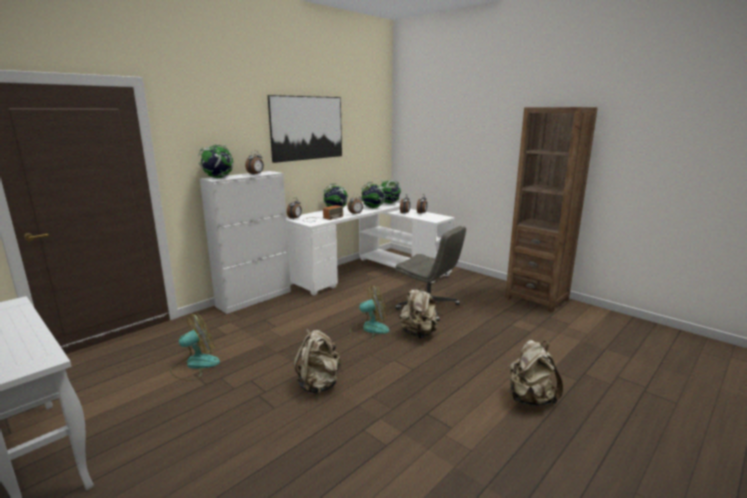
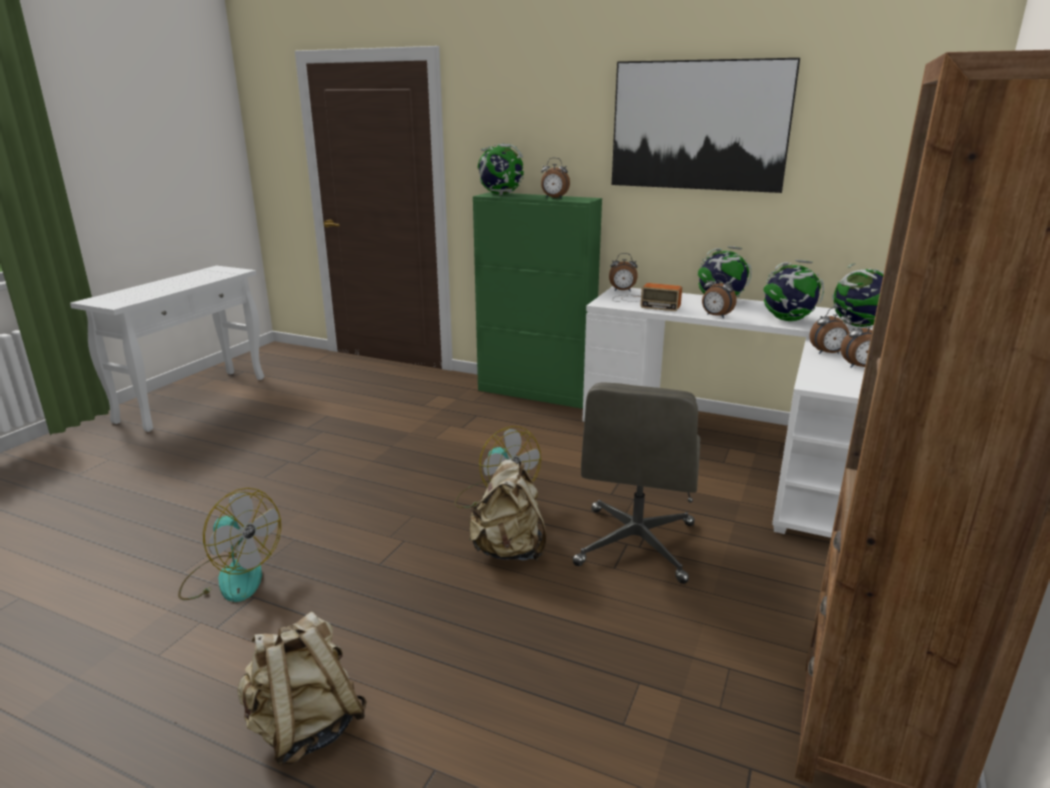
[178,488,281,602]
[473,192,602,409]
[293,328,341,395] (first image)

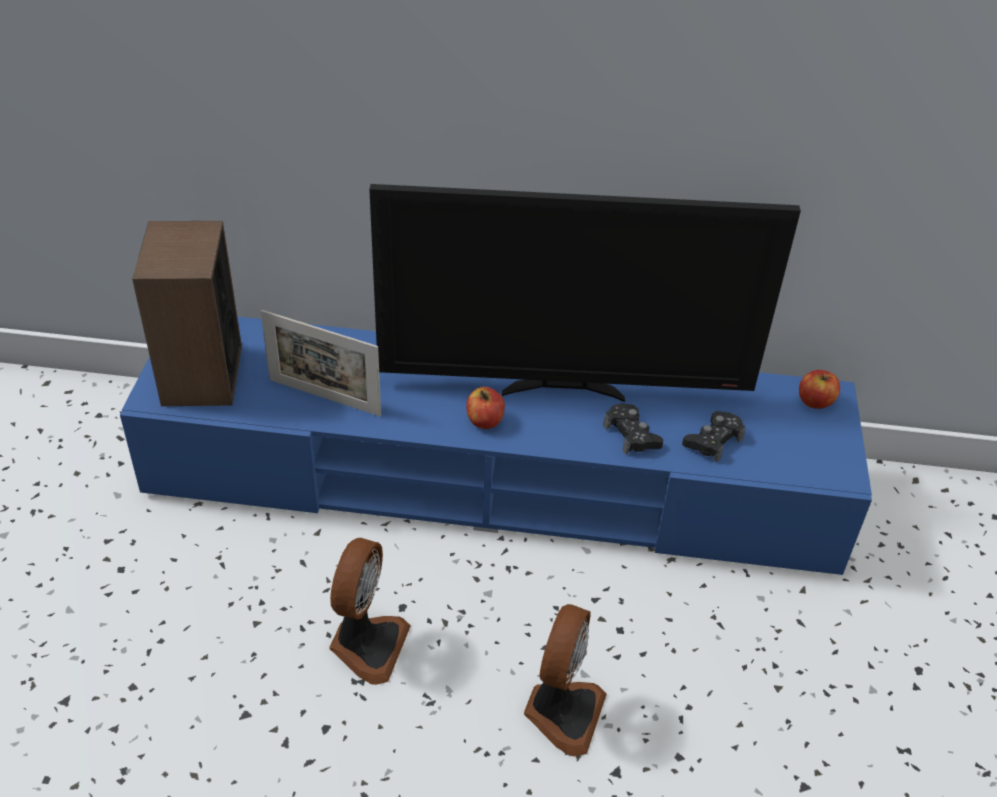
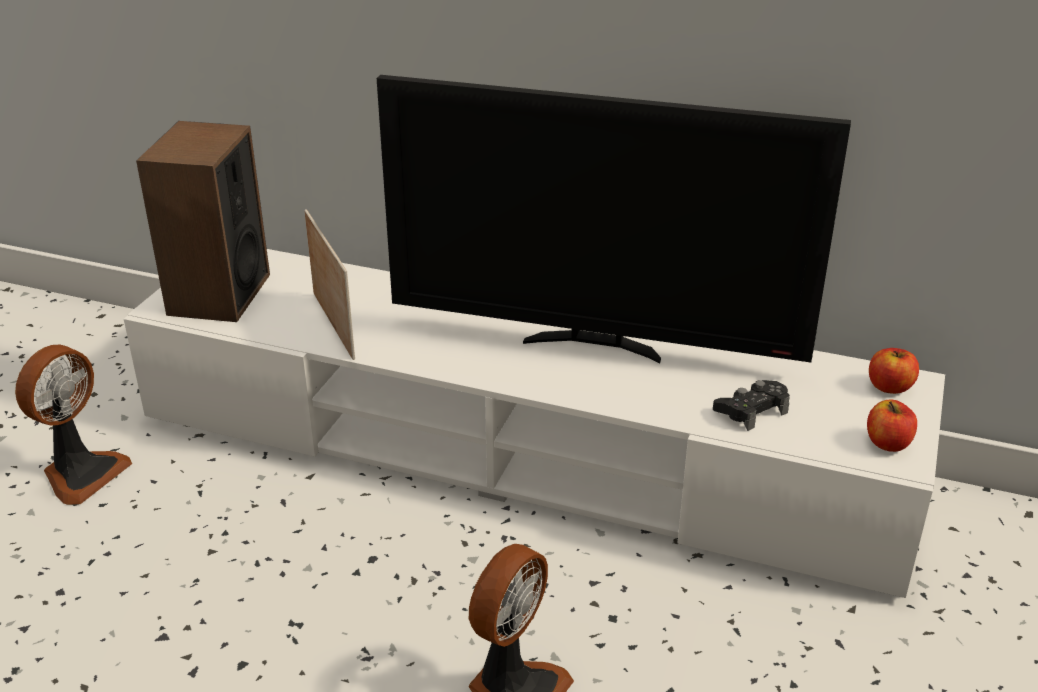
[124,249,945,598]
[304,209,355,360]
[15,345,132,505]
[867,399,917,452]
[603,403,663,455] (first image)

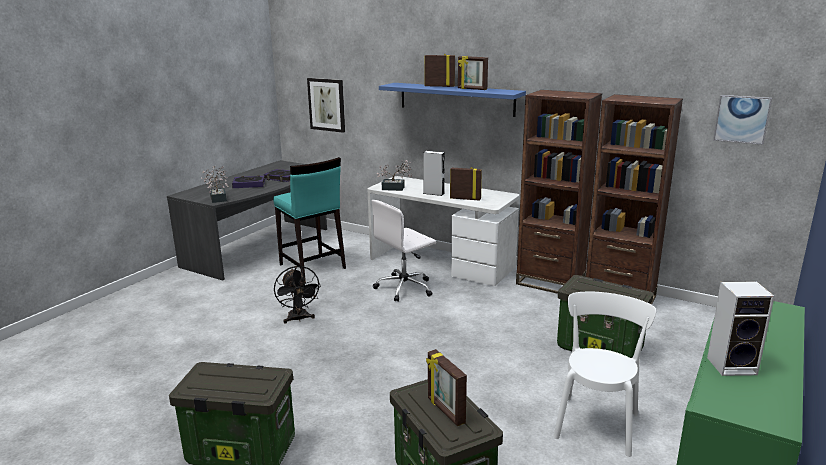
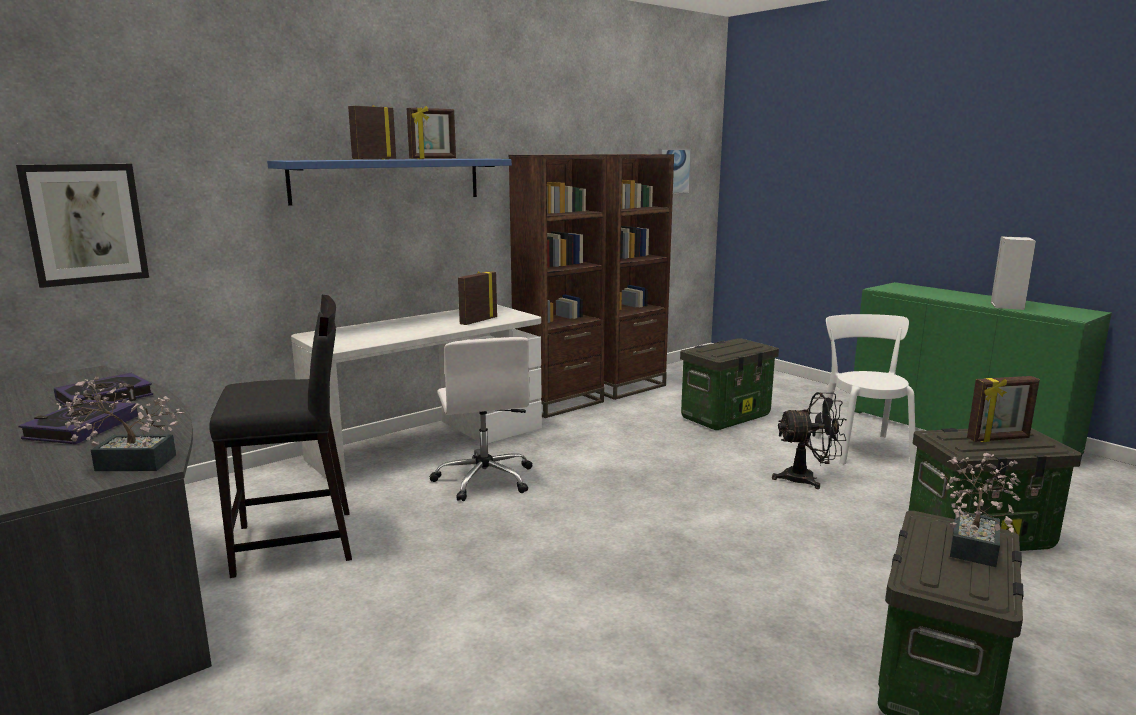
[209,295,352,578]
[772,392,847,489]
[941,453,1020,567]
[423,151,445,196] (first image)
[815,314,916,464]

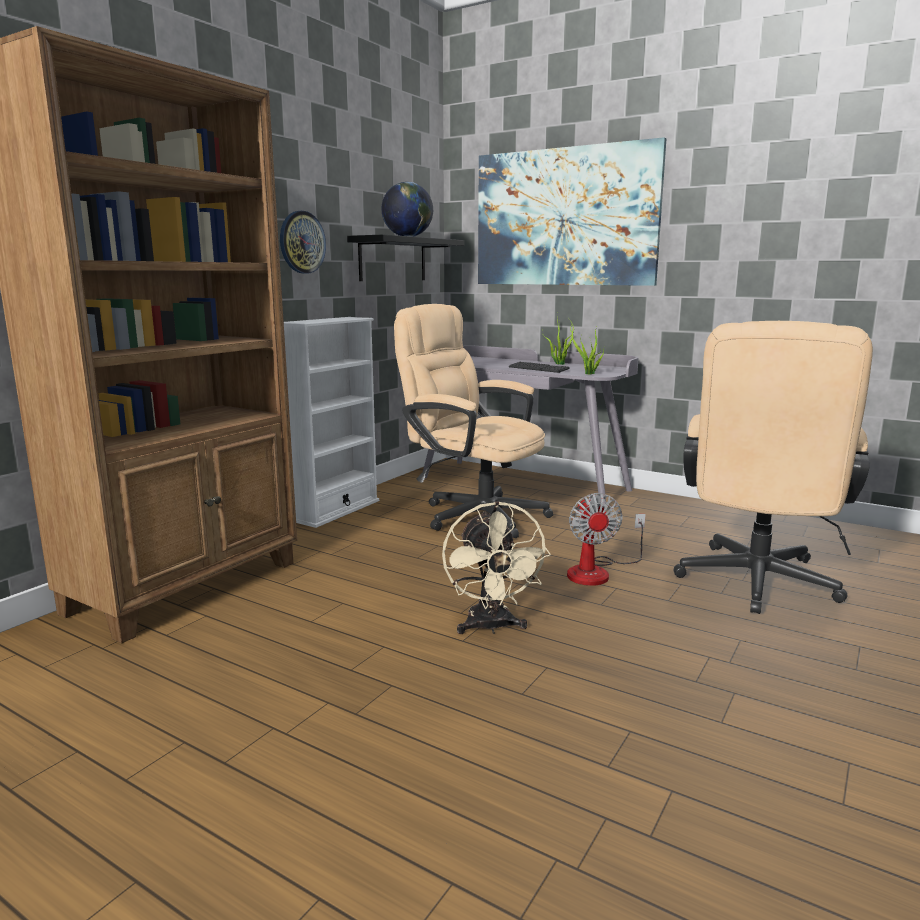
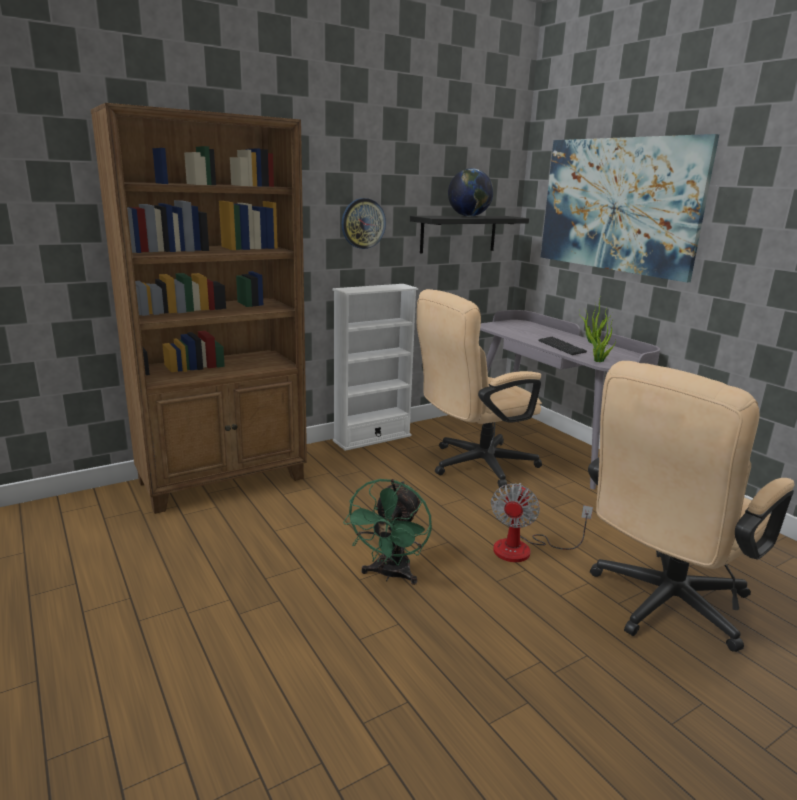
[417,289,542,488]
[343,479,432,585]

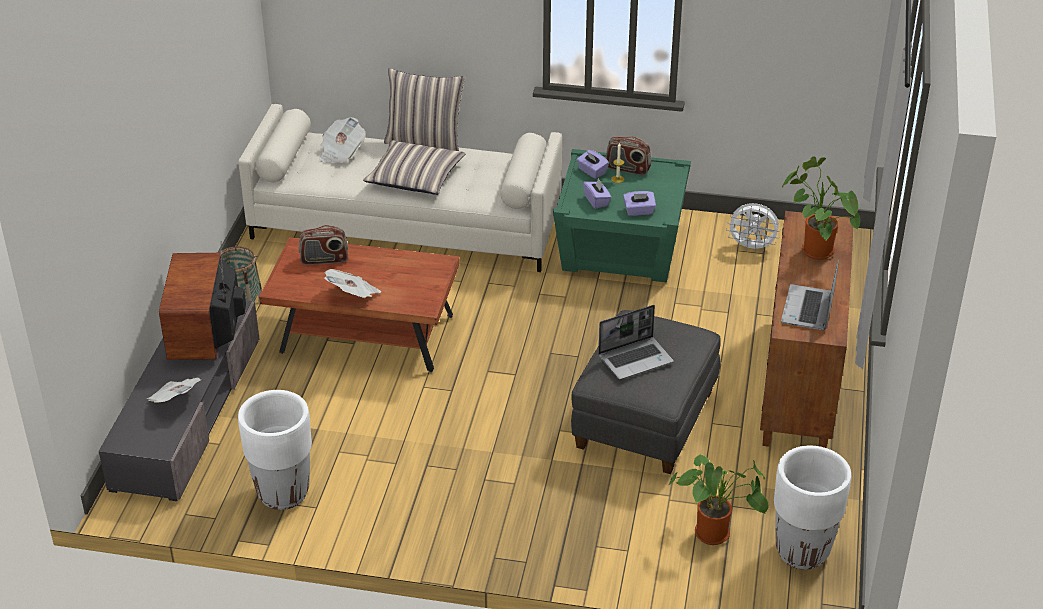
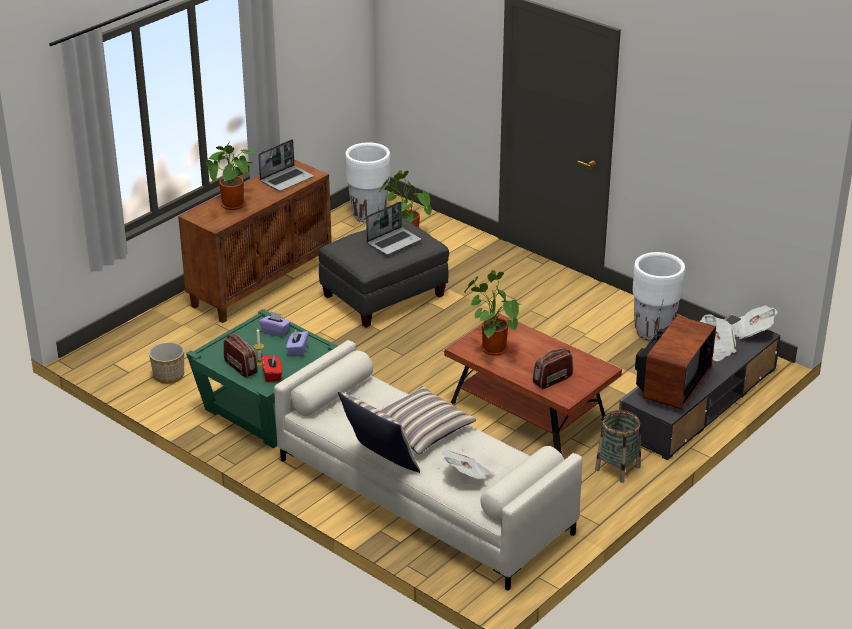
[533,348,573,389]
[732,305,777,339]
[262,356,282,382]
[366,201,421,255]
[149,342,184,384]
[464,270,521,356]

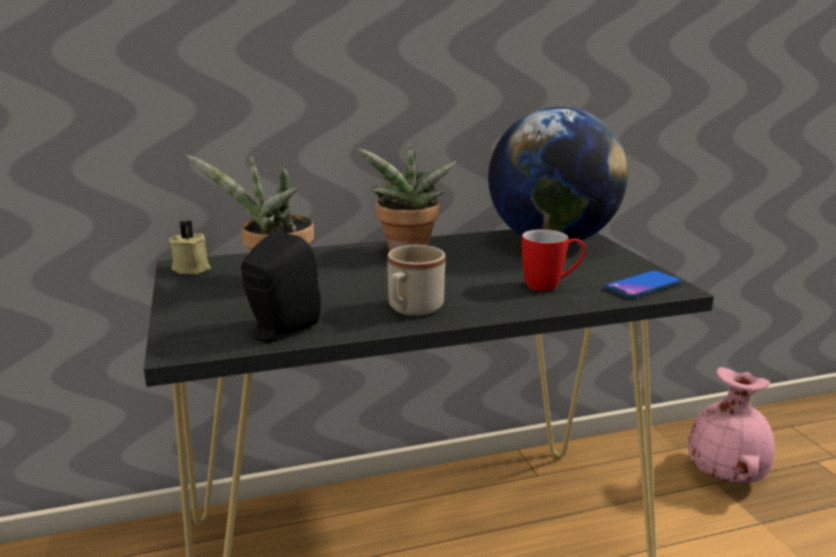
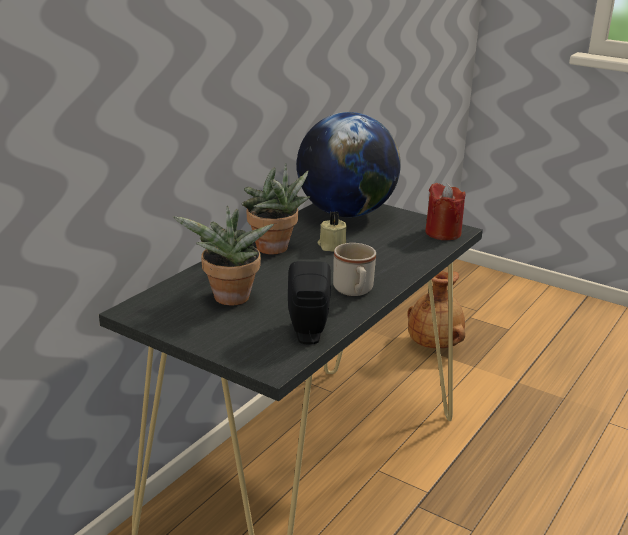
[317,212,347,252]
[522,229,586,291] (first image)
[425,183,466,240]
[407,271,465,348]

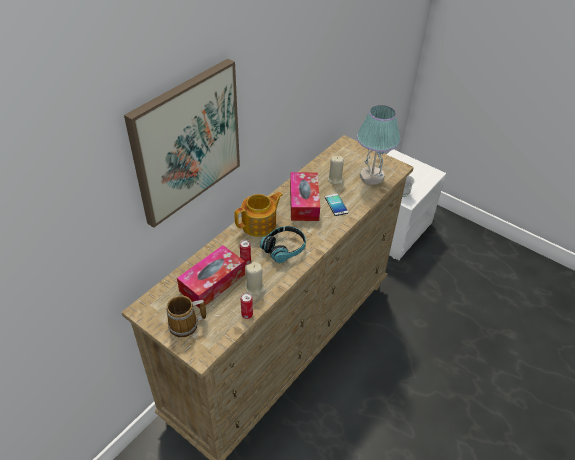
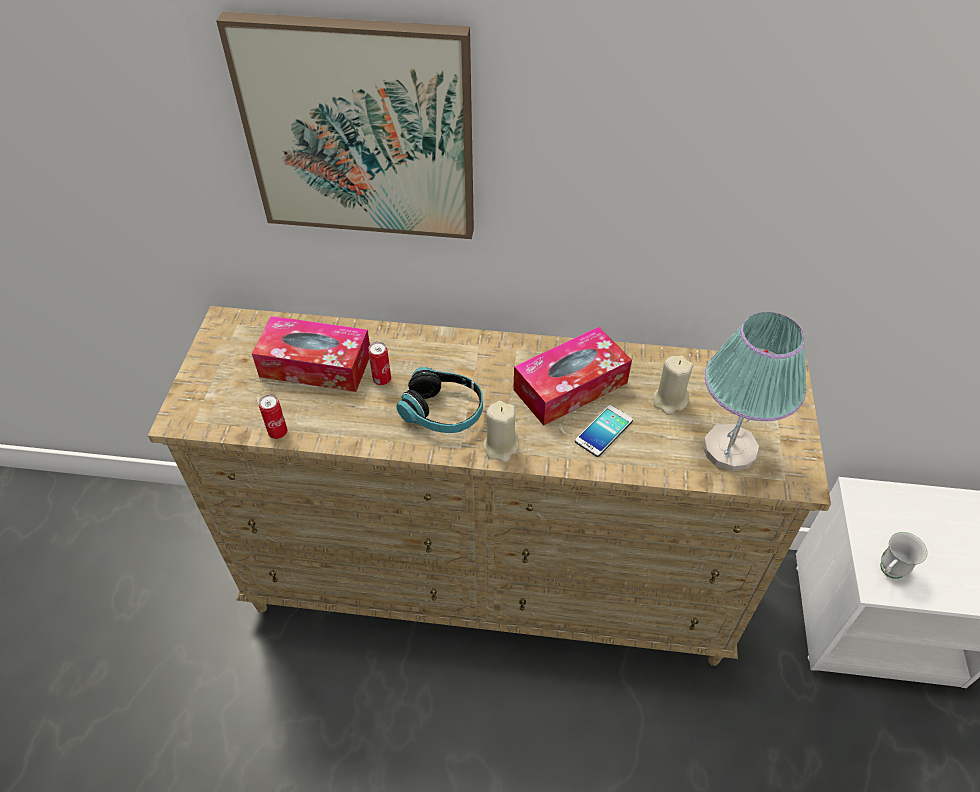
[166,296,206,337] (first image)
[234,192,283,237] (first image)
[483,401,519,463]

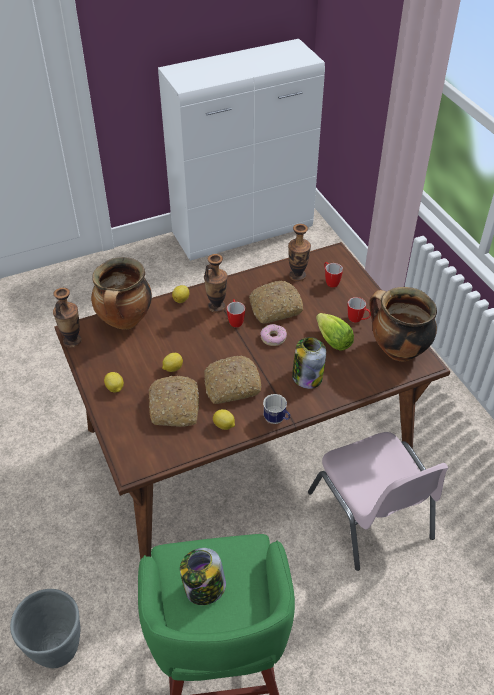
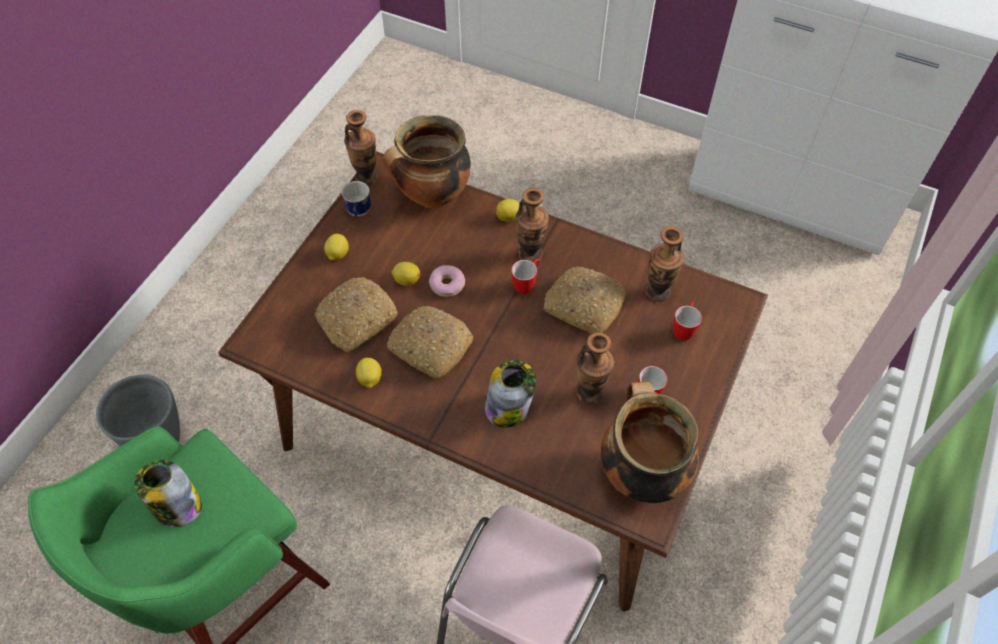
[429,265,465,297]
[342,181,371,216]
[576,332,614,405]

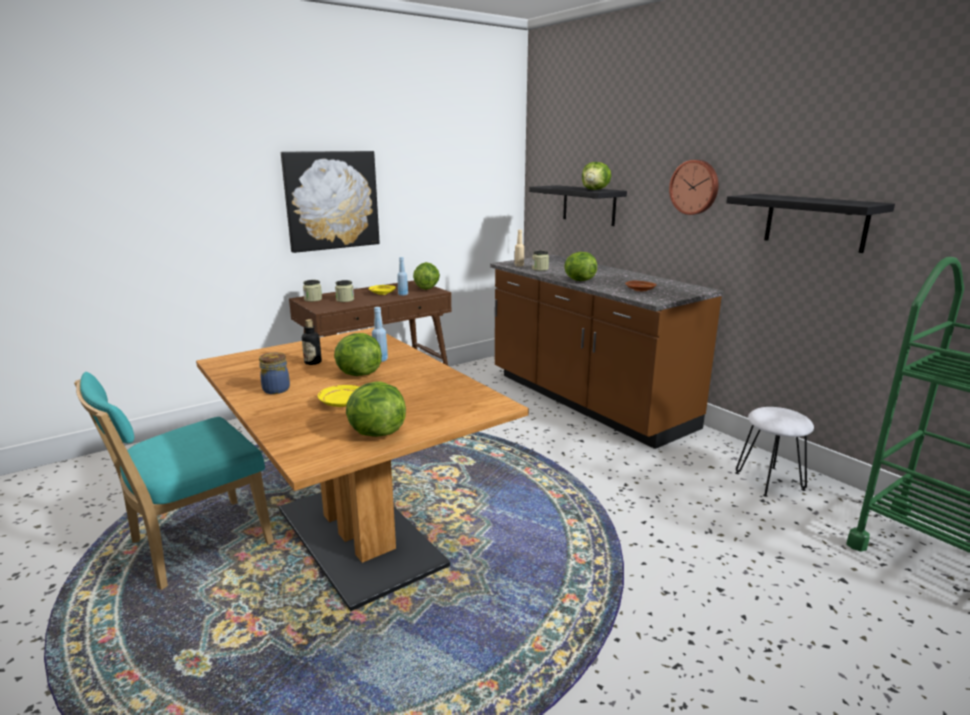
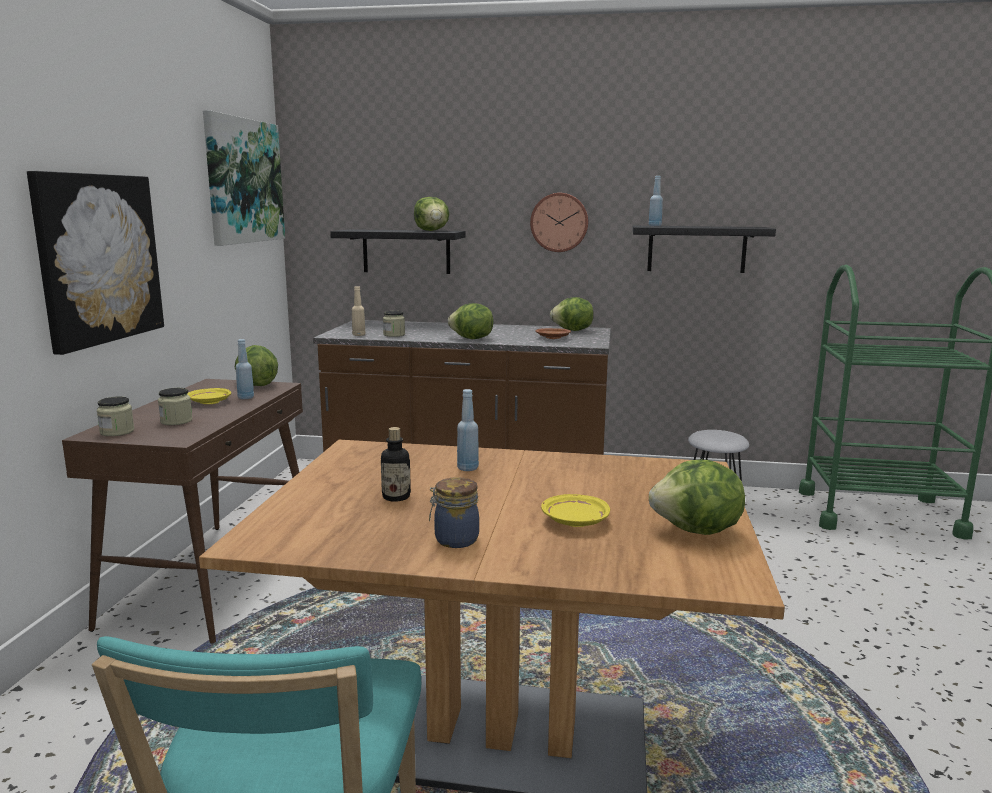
[550,297,594,331]
[203,110,285,246]
[649,176,663,226]

